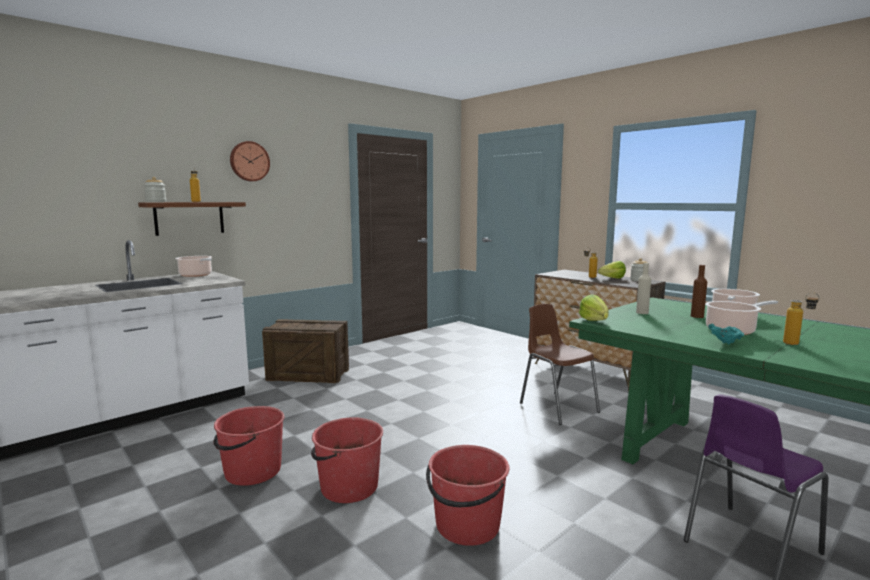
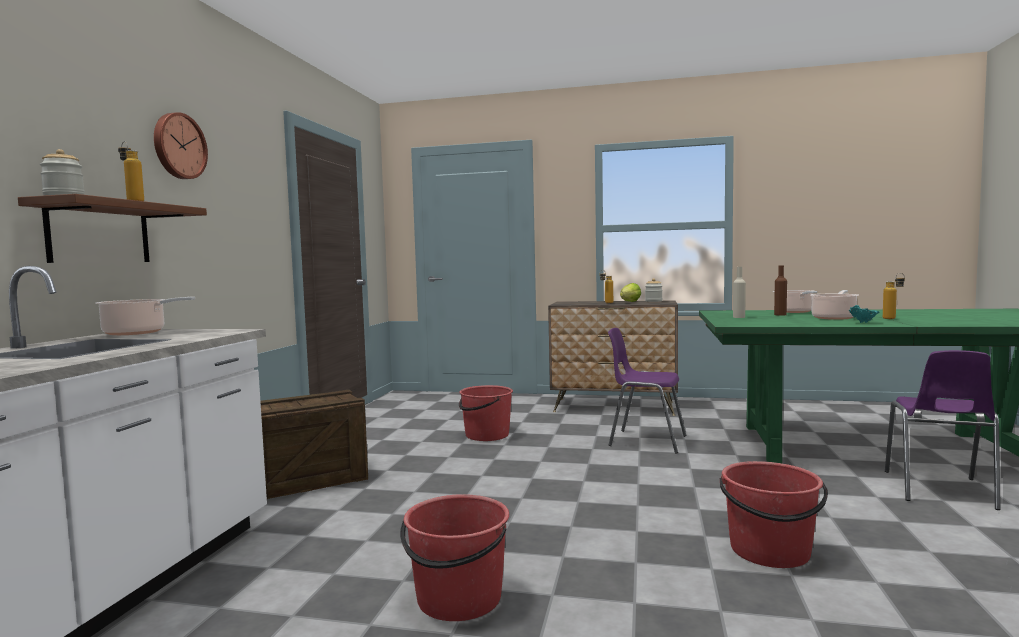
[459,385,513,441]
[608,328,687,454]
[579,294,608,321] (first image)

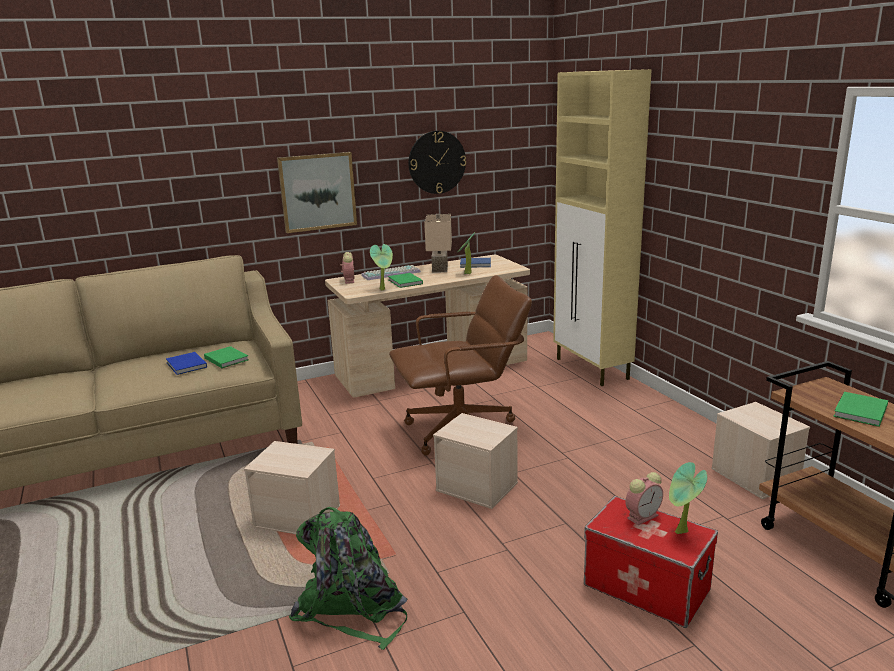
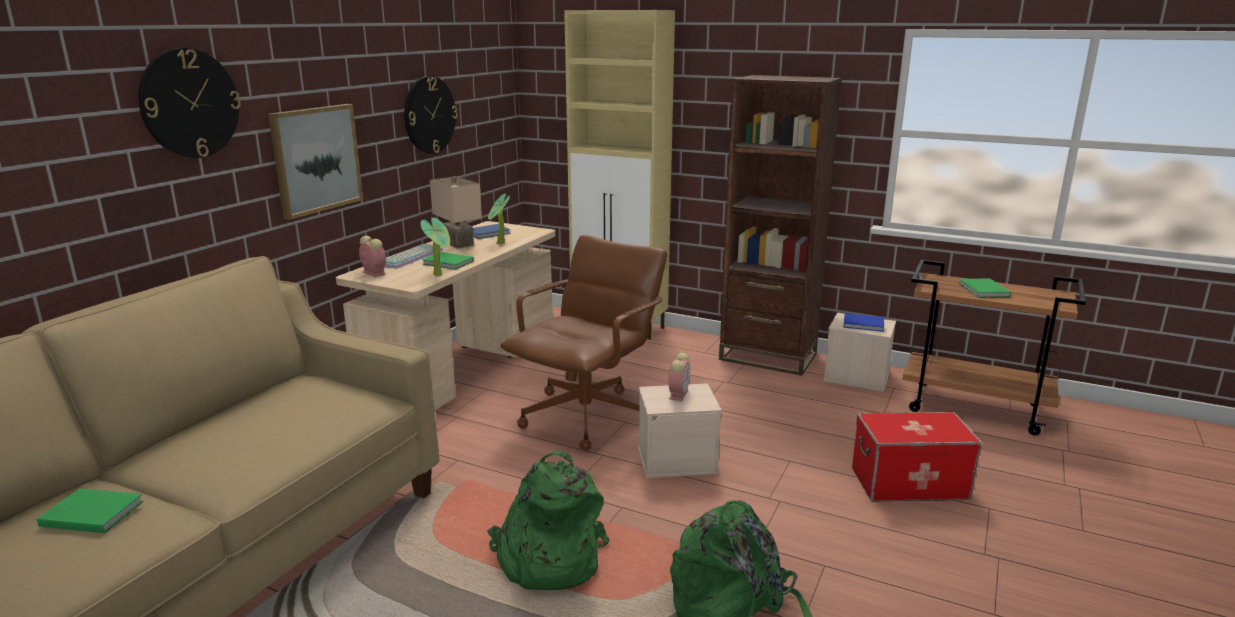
[843,313,884,332]
[37,488,144,533]
[487,451,609,590]
[668,353,690,401]
[669,462,707,534] (first image)
[138,48,241,158]
[719,75,842,376]

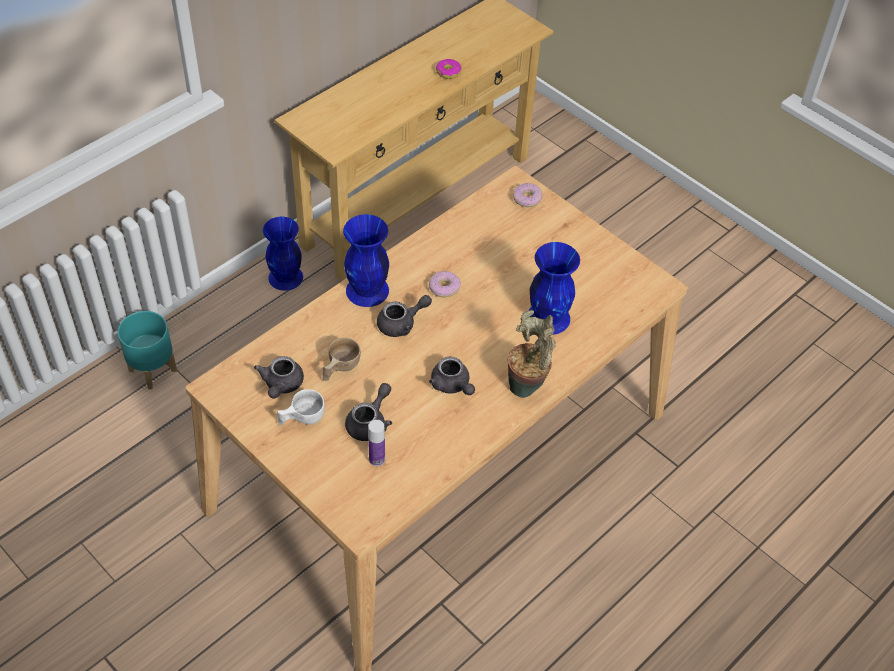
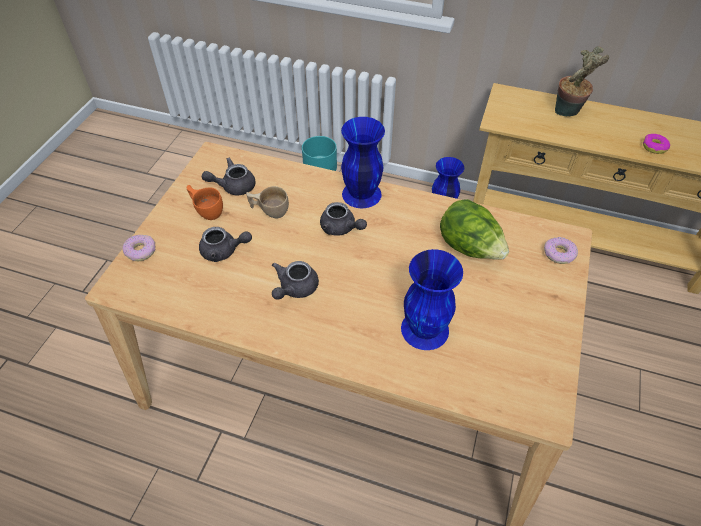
[186,185,223,220]
[368,420,385,466] (first image)
[122,235,155,261]
[555,47,609,116]
[440,199,509,260]

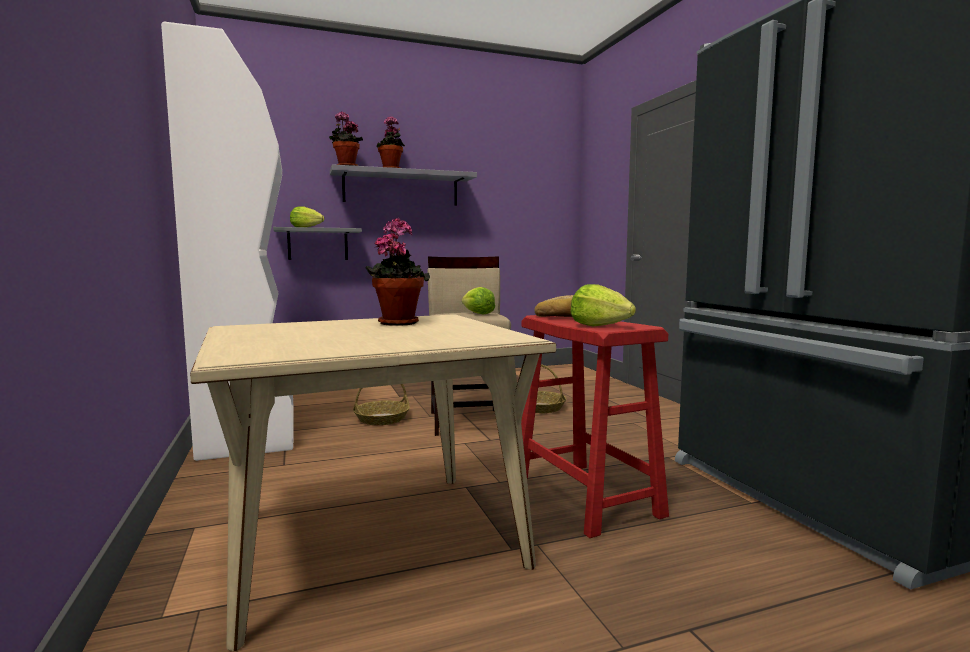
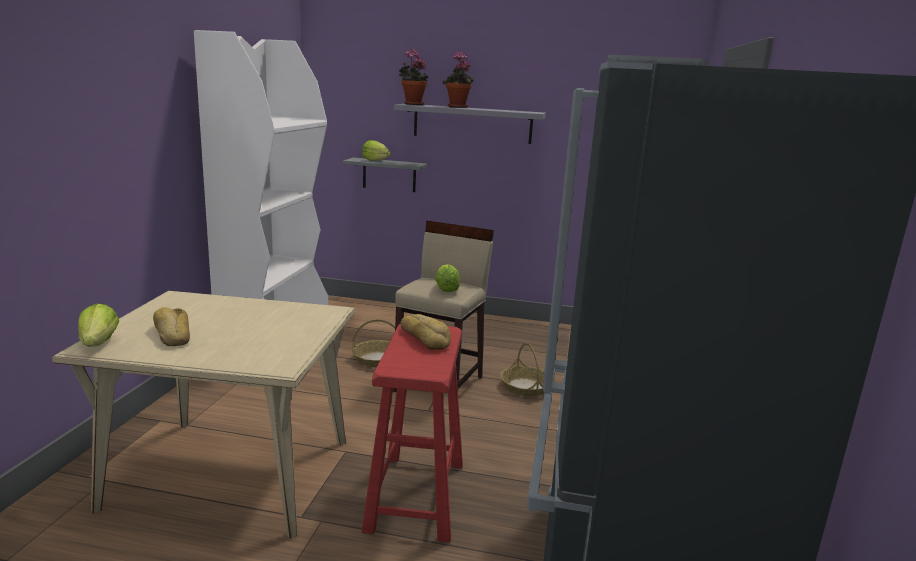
[365,218,430,325] (first image)
[78,304,119,347]
[153,307,190,346]

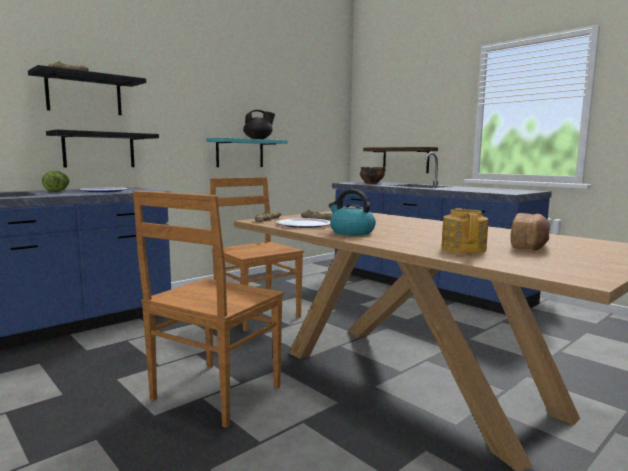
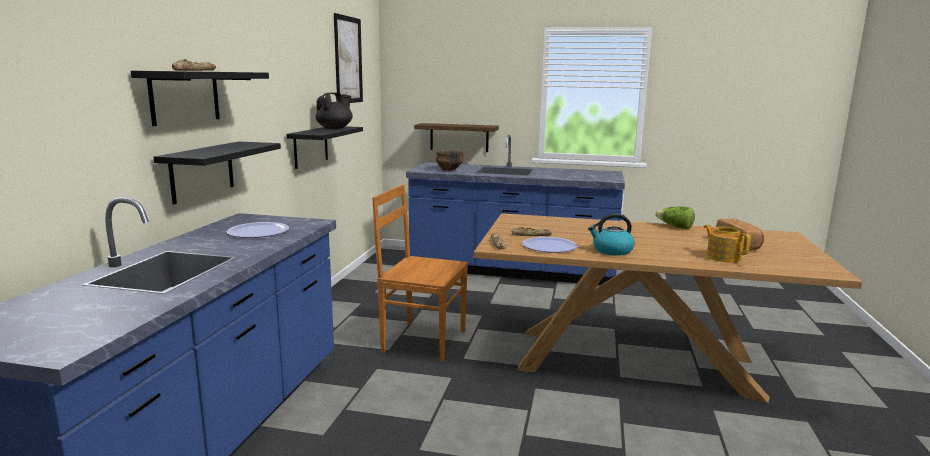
[655,206,695,229]
[133,190,284,428] (first image)
[286,126,363,169]
[334,13,363,103]

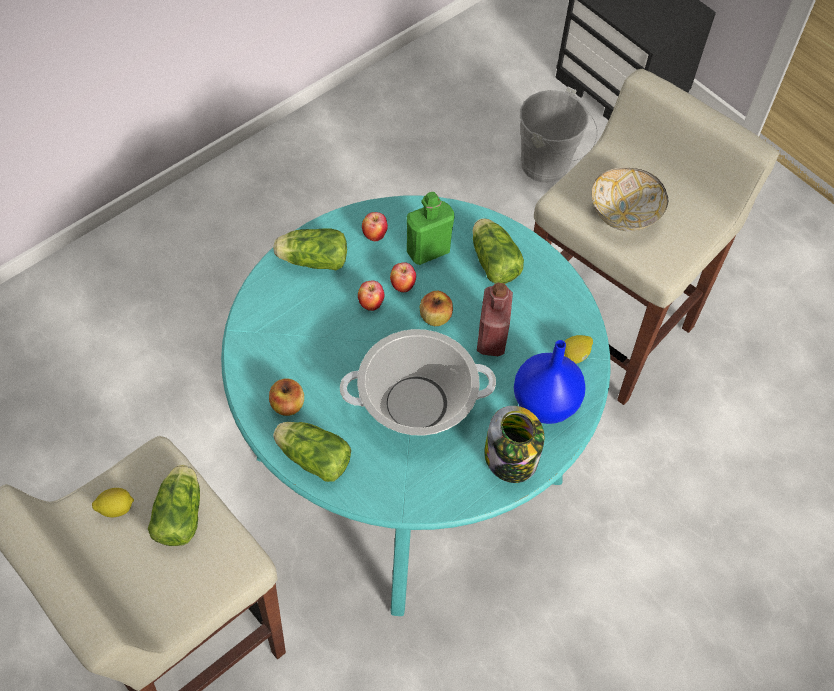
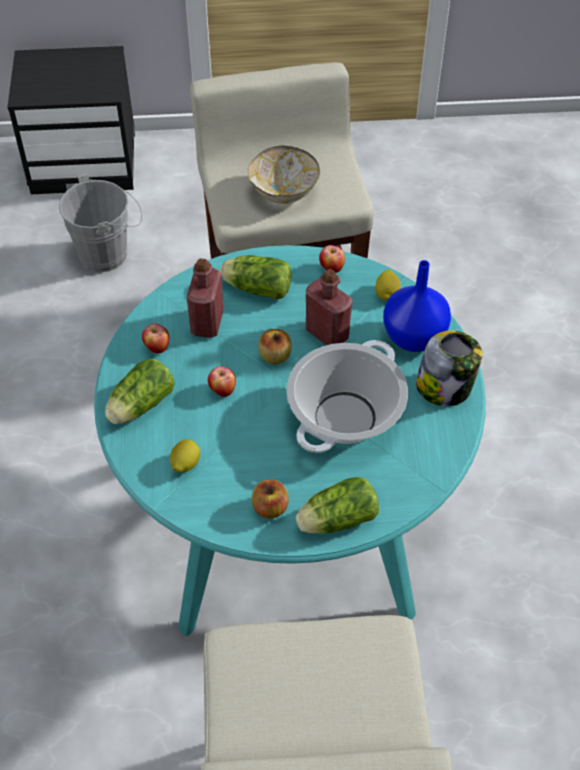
[170,439,200,472]
[148,465,200,546] (first image)
[319,245,345,273]
[187,258,224,338]

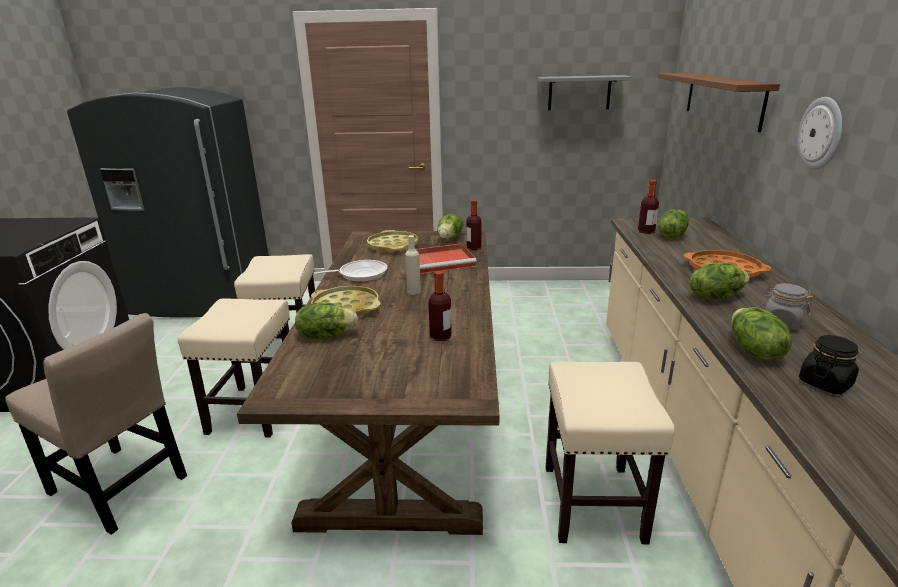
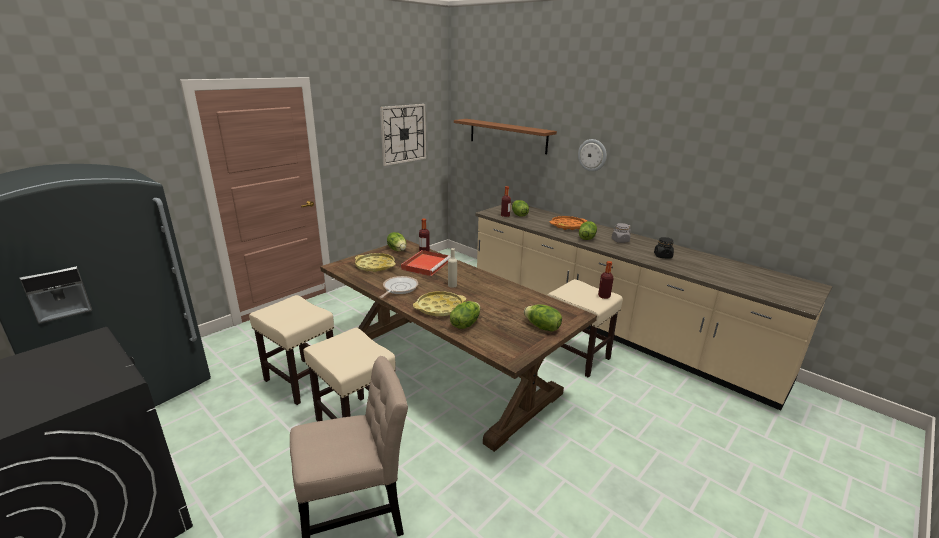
[598,261,614,299]
[380,104,426,166]
[524,304,562,332]

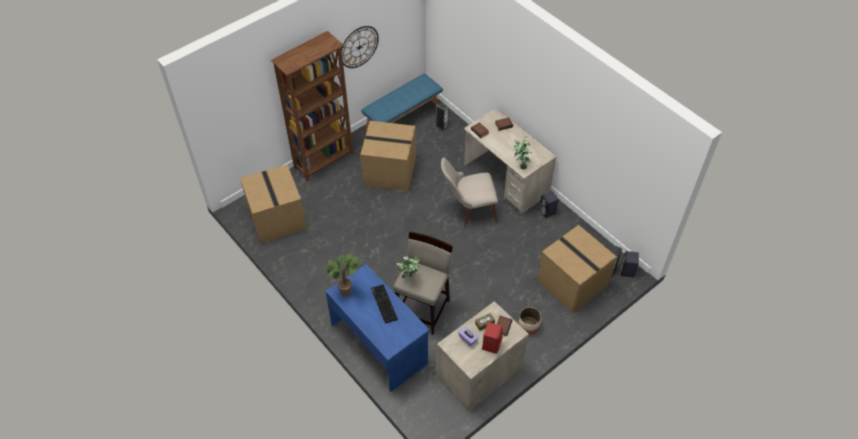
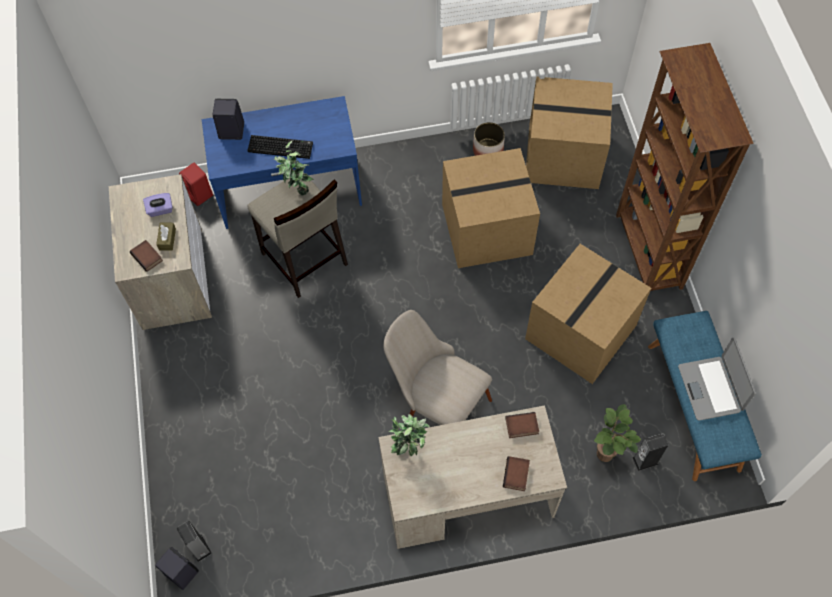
[594,404,641,462]
[342,26,379,68] (first image)
[383,310,492,425]
[179,163,213,206]
[473,122,505,156]
[442,148,540,268]
[213,99,244,140]
[678,337,756,421]

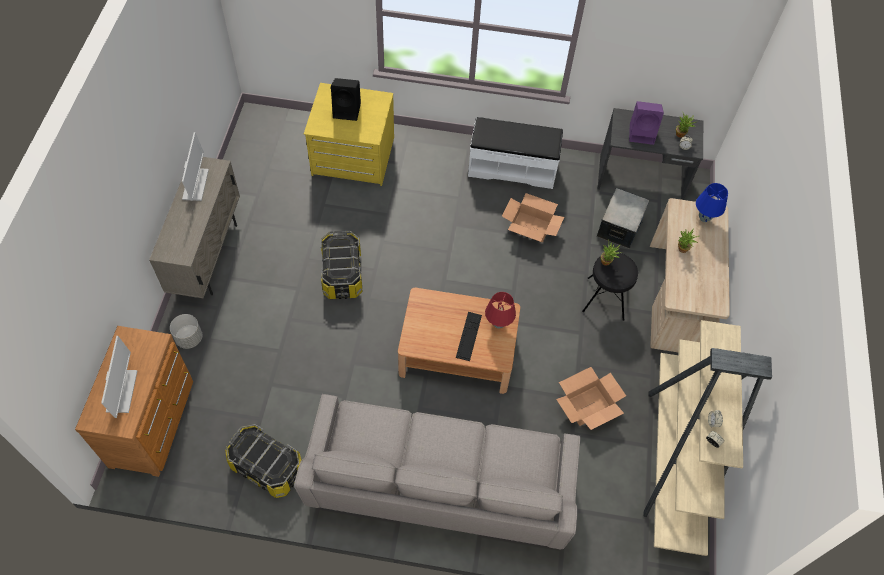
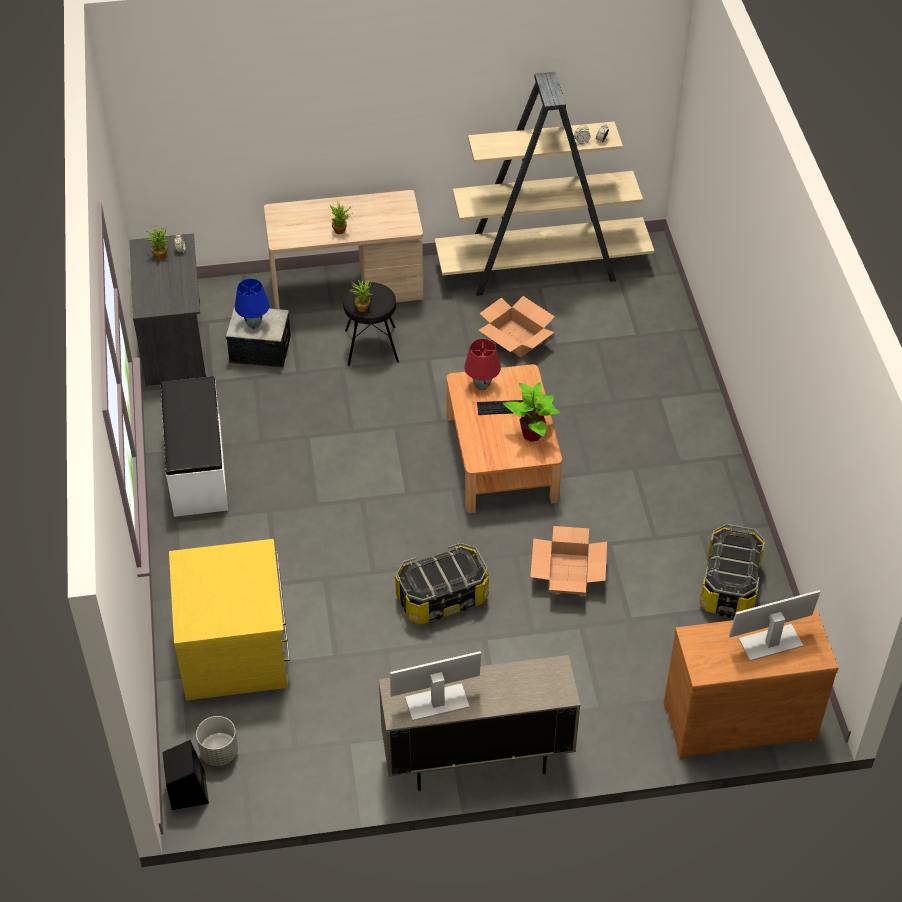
[196,716,238,766]
[294,394,580,550] (first image)
[162,740,209,810]
[530,526,607,595]
[629,101,664,145] (first image)
[235,279,270,329]
[503,382,560,442]

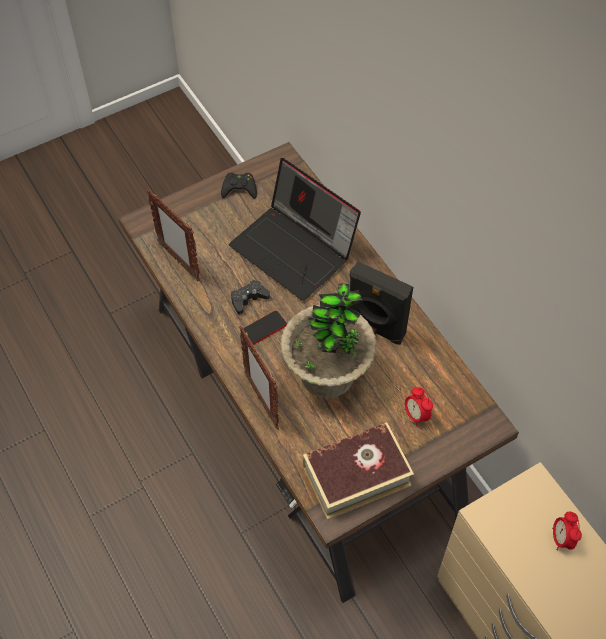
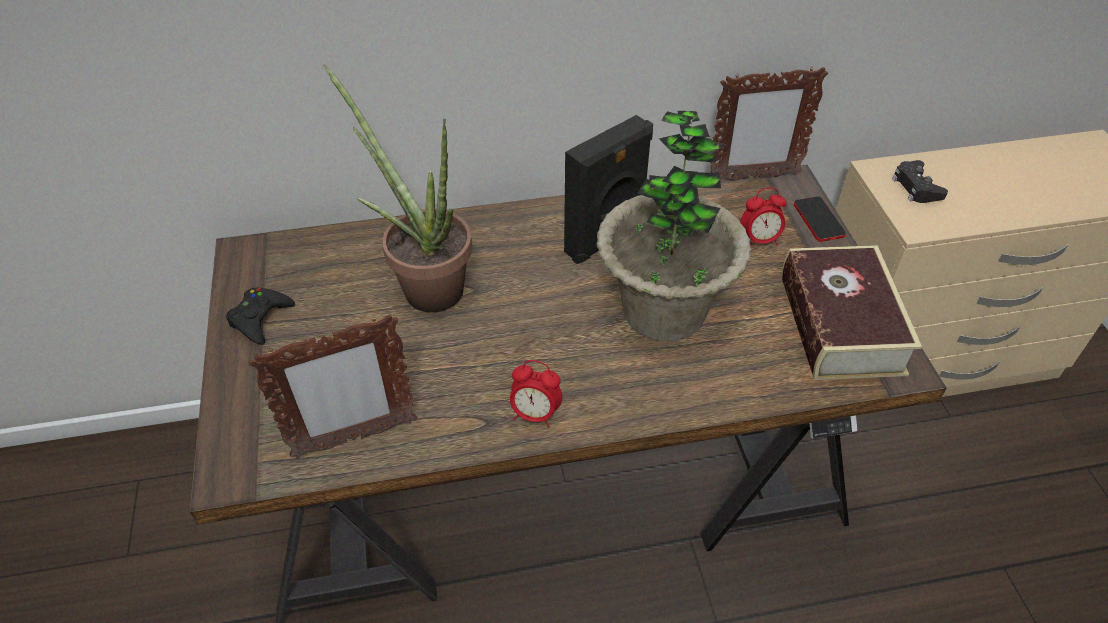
[323,64,472,313]
[892,160,948,203]
[710,67,828,181]
[794,196,846,242]
[510,360,562,428]

